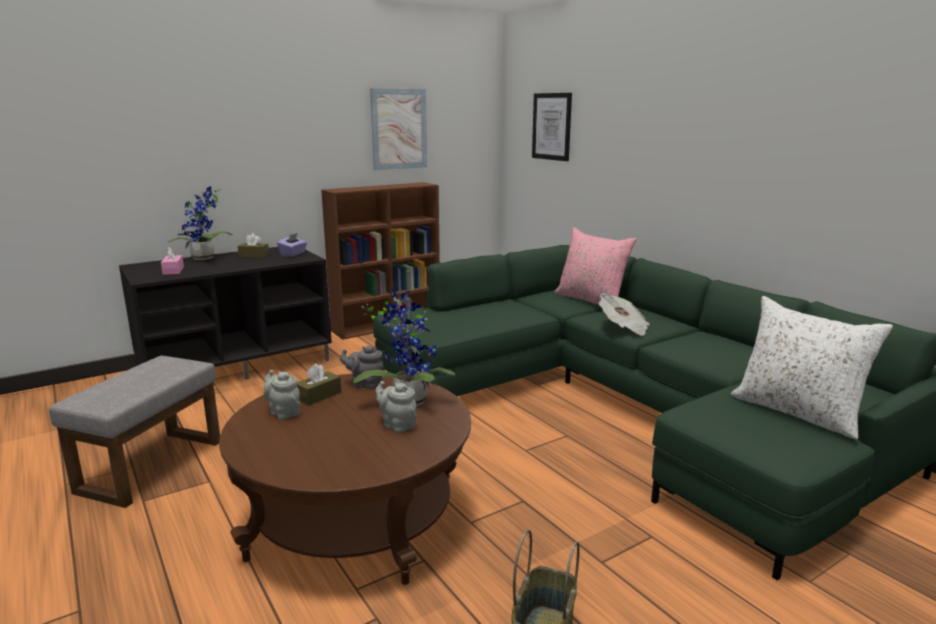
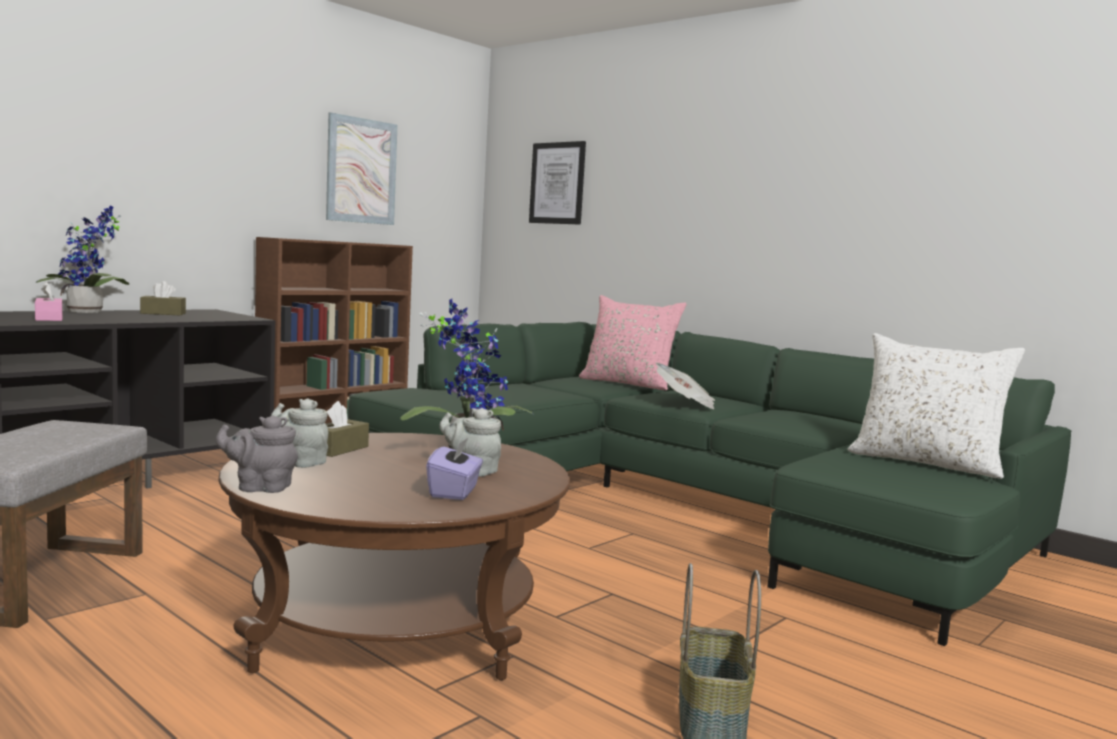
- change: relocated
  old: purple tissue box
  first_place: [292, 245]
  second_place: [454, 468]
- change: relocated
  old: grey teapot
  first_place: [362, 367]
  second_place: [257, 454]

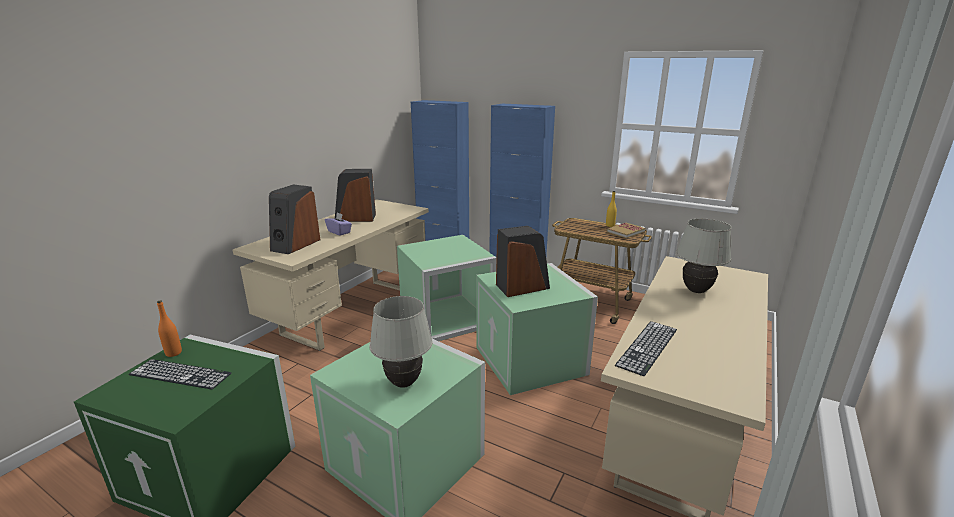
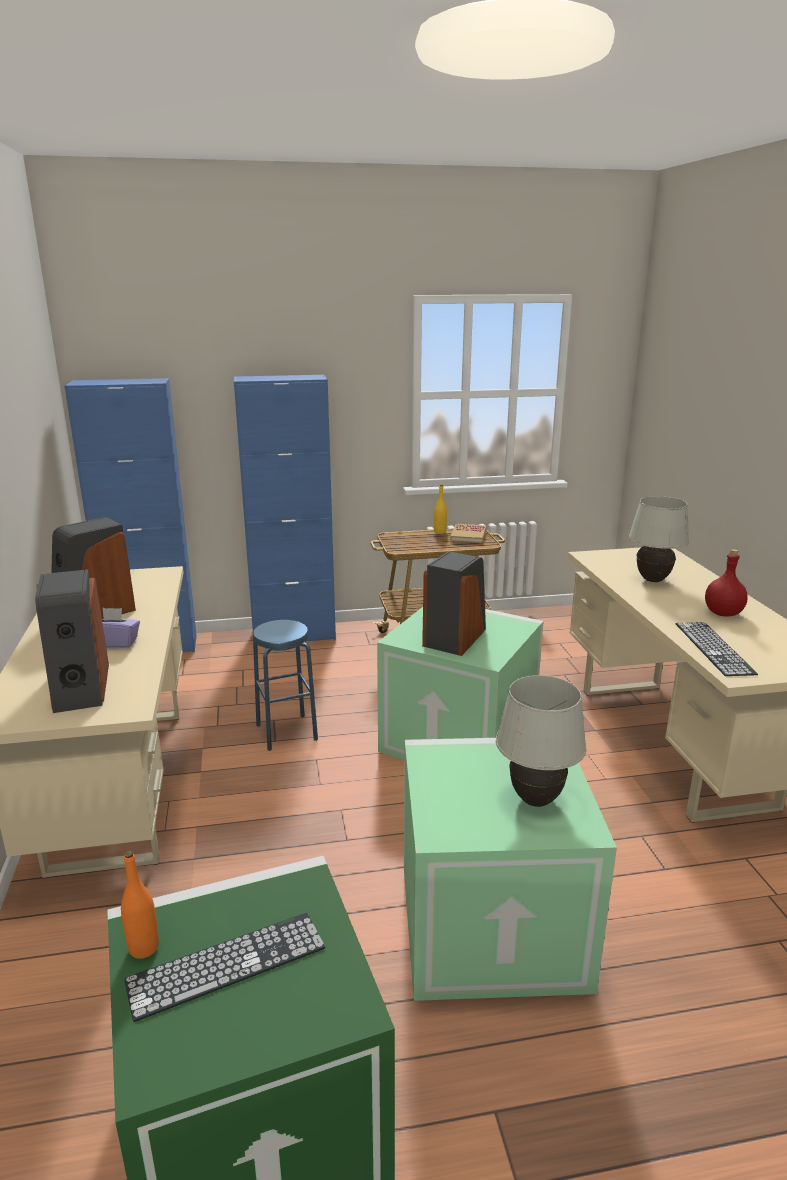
- change: appeared
  new: red bottle
  second_place: [726, 582]
- change: exchanged
  old: green storage box
  new: blue stool
  first_place: [447, 288]
  second_place: [285, 685]

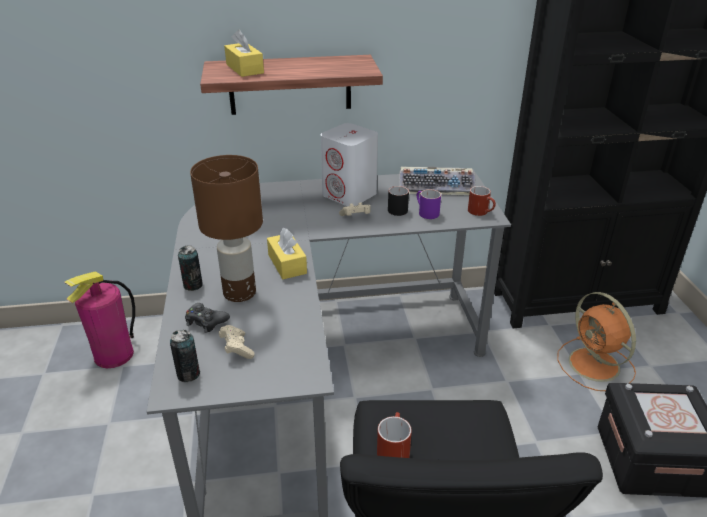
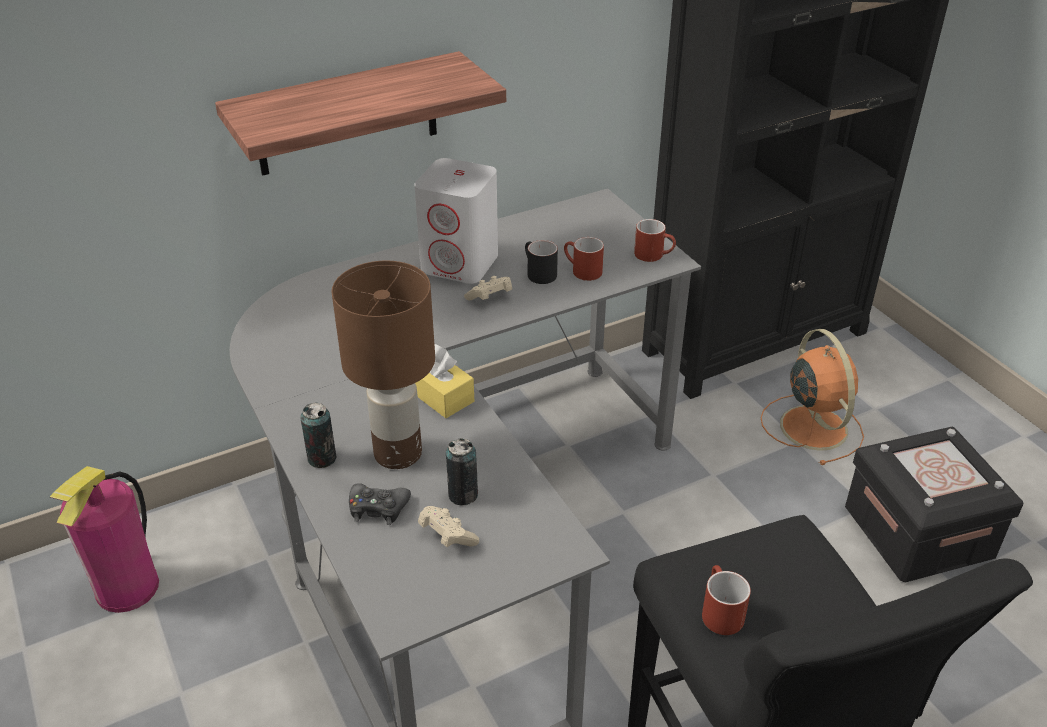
- change: missing
  old: yellow tissue box
  first_place: [244, 53]
- change: missing
  old: keyboard
  first_place: [437, 181]
- change: relocated
  old: can
  first_place: [185, 356]
  second_place: [462, 472]
- change: colour
  old: purple mug
  new: red mug
  first_place: [429, 204]
  second_place: [584, 259]
- change: spun
  old: orange fan
  first_place: [596, 341]
  second_place: [812, 397]
  degrees: -150

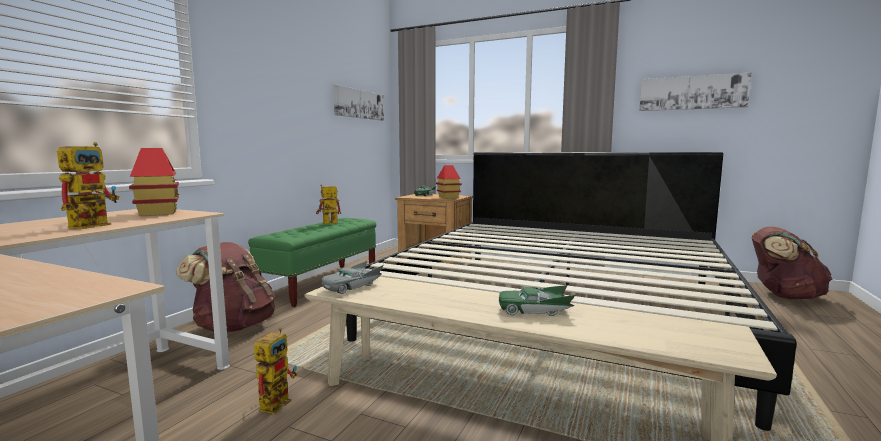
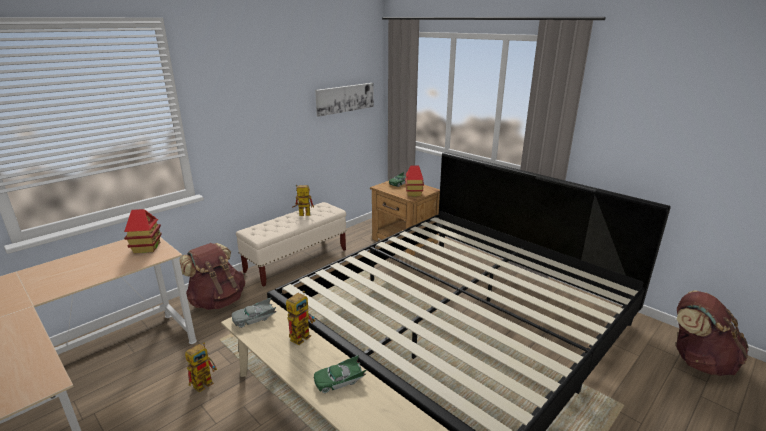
- change: missing
  old: picture
  first_place: [695, 91]
- change: relocated
  old: toy robot
  first_place: [88, 185]
  second_place: [300, 318]
- change: colour
  old: green bench
  new: beige bench
  first_place: [312, 262]
  second_place: [291, 244]
- change: spun
  old: green toy car
  first_place: [537, 300]
  second_place: [340, 374]
  degrees: -45

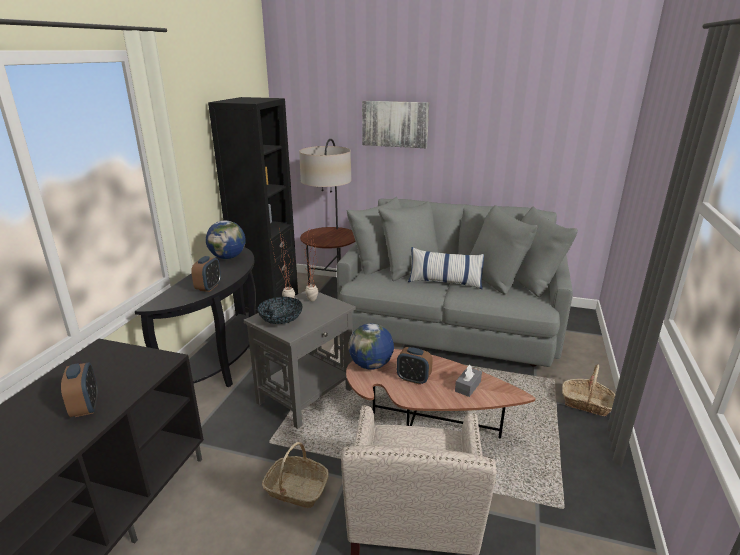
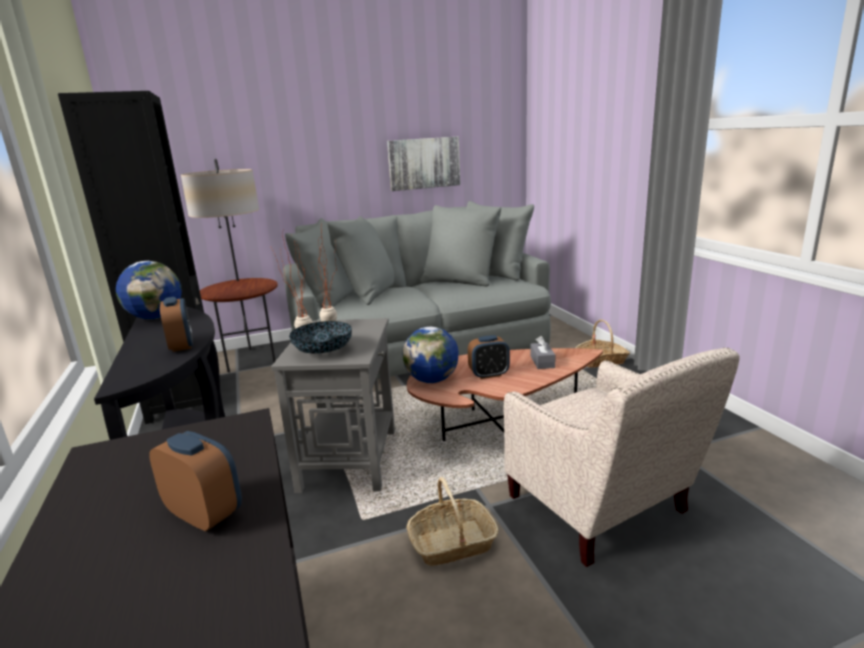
- change: missing
  old: pillow
  first_place: [446, 268]
- change: relocated
  old: picture
  first_place: [395, 124]
  second_place: [424, 164]

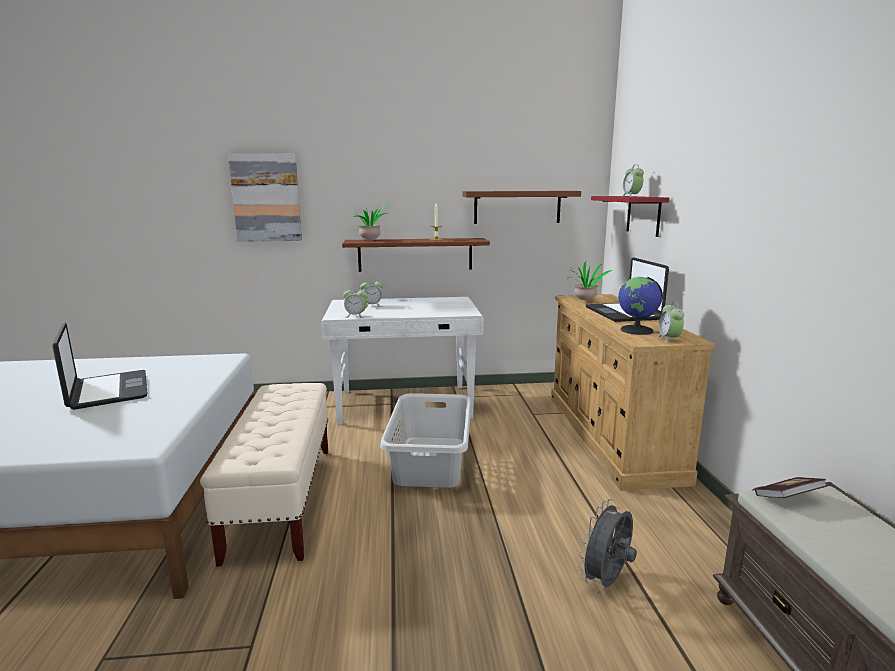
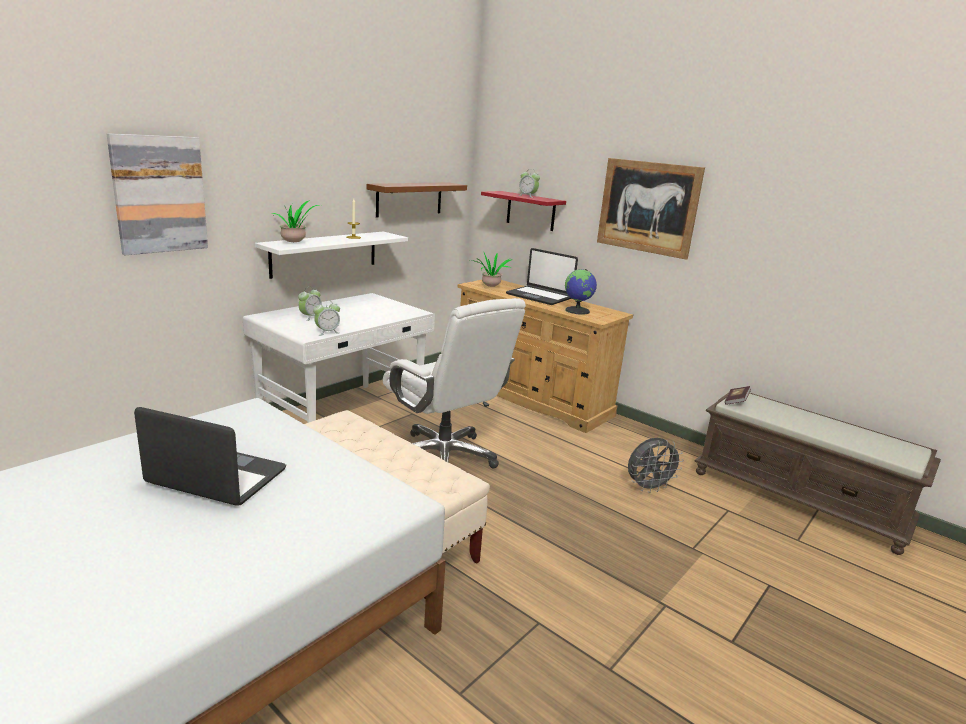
- change: missing
  old: alarm clock
  first_place: [670, 322]
- change: appeared
  new: picture
  second_place: [651, 209]
- change: exchanged
  old: grey laundry basket
  new: white office chair
  first_place: [425, 440]
  second_place: [454, 383]
- change: colour
  old: brown shelf
  new: white shelf
  first_place: [416, 255]
  second_place: [331, 255]
- change: spun
  old: grey fan
  first_place: [607, 543]
  second_place: [656, 465]
  degrees: -105

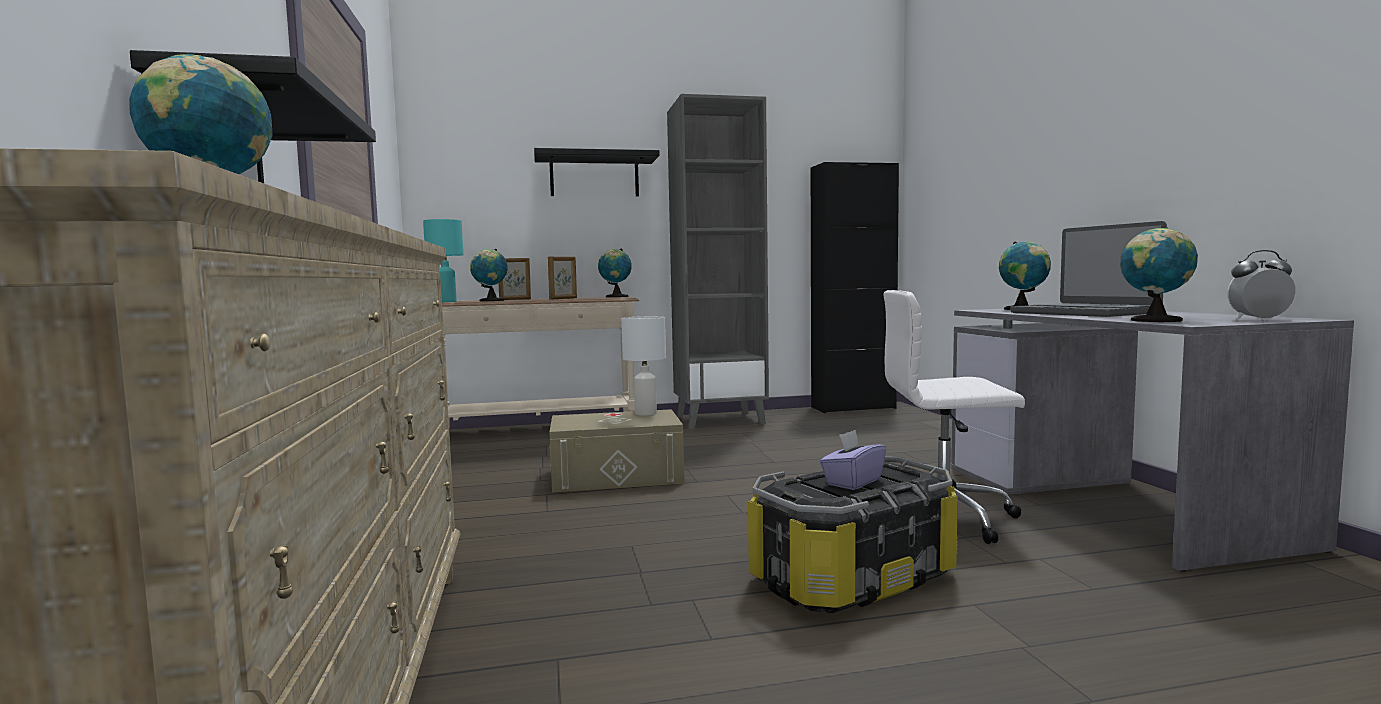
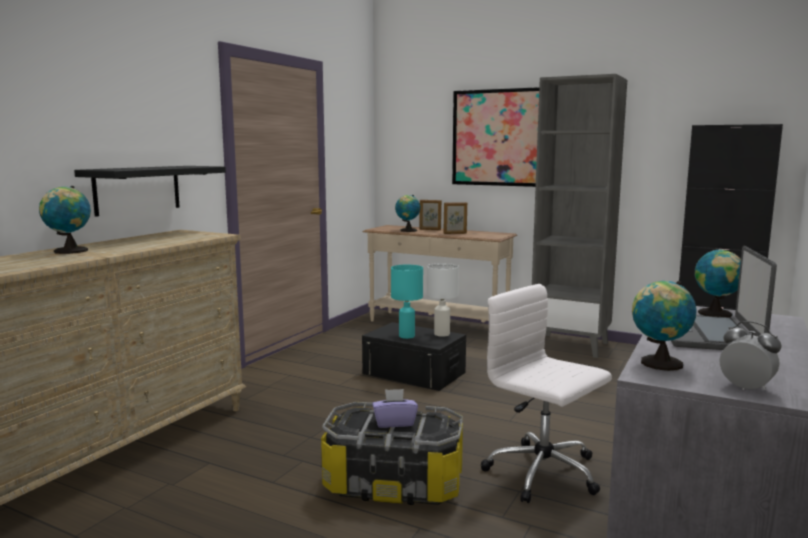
- change: missing
  old: globe
  first_place: [615, 272]
- change: relocated
  old: turquoise table lamp
  first_place: [443, 260]
  second_place: [407, 302]
- change: exchanged
  old: black shelf
  new: picture
  first_place: [597, 172]
  second_place: [495, 137]
- change: colour
  old: beige storage box
  new: black storage box
  first_place: [616, 450]
  second_place: [414, 356]

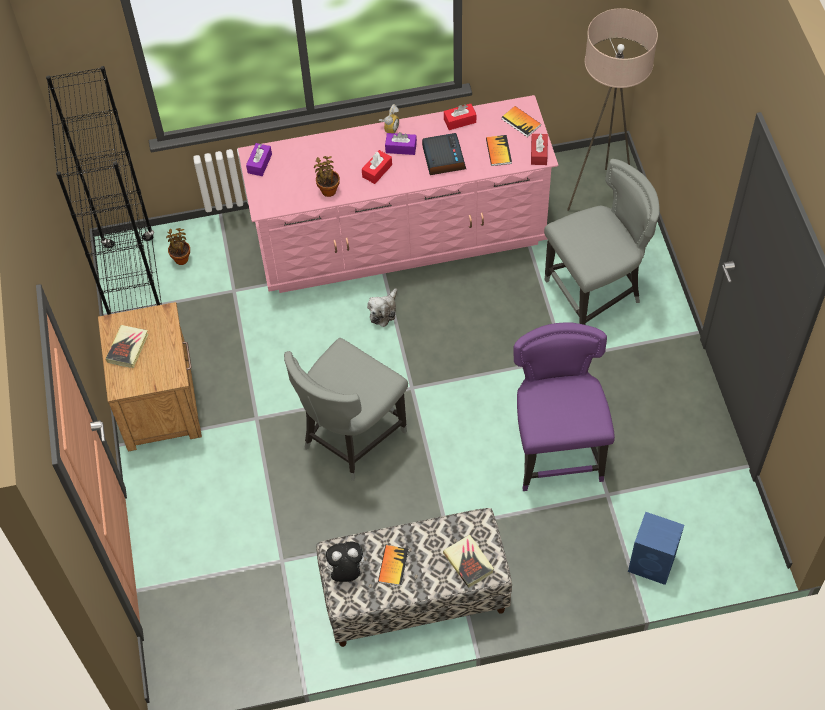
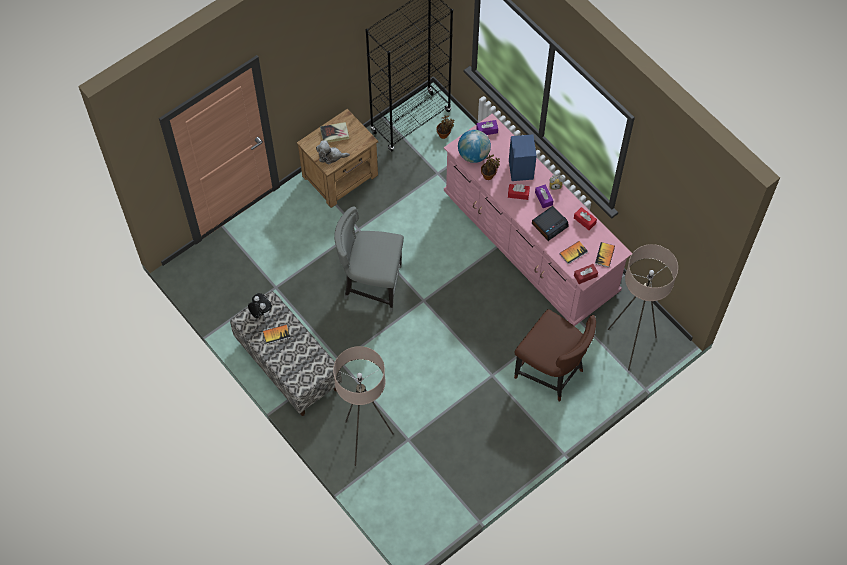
- change: missing
  old: book
  first_place: [468, 561]
- change: missing
  old: purple chair
  first_place: [564, 406]
- change: appeared
  new: beige floor lamp
  second_place: [363, 406]
- change: appeared
  new: globe
  second_place: [474, 146]
- change: relocated
  old: plush toy
  first_place: [382, 307]
  second_place: [333, 152]
- change: relocated
  old: blue speaker
  first_place: [656, 548]
  second_place: [523, 157]
- change: colour
  old: grey chair
  new: brown chair
  first_place: [602, 242]
  second_place: [555, 355]

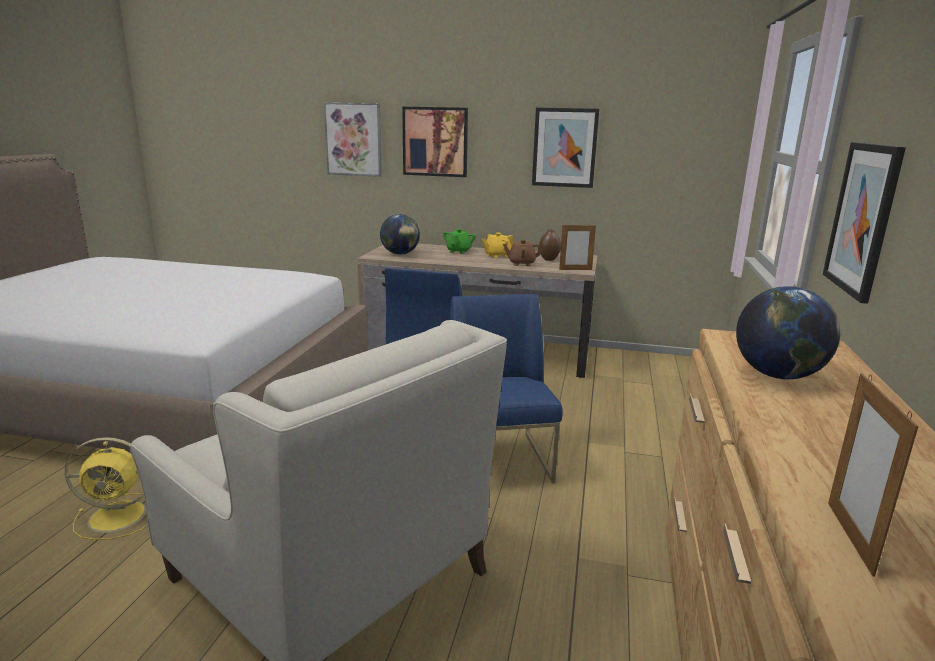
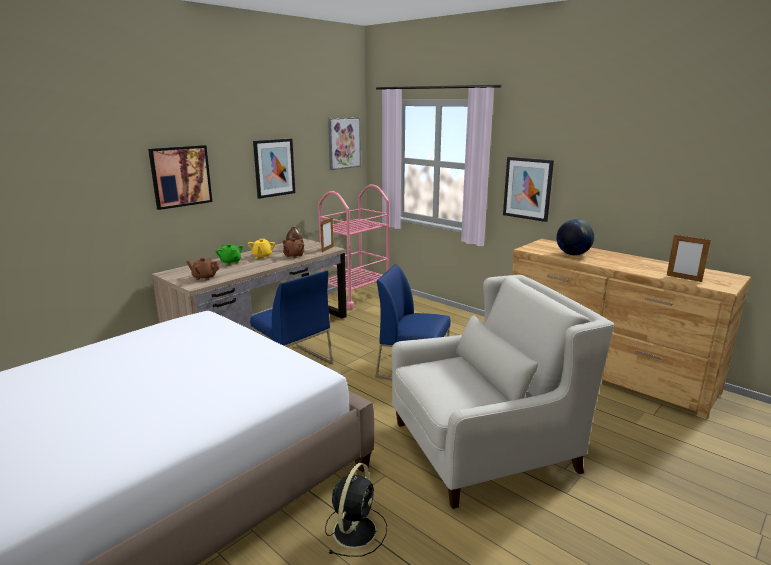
- change: appeared
  new: pink cart
  second_place: [353, 246]
- change: relocated
  old: picture
  first_place: [353, 140]
  second_place: [344, 144]
- change: exchanged
  old: globe
  new: brown teapot
  first_place: [400, 234]
  second_place: [203, 269]
- change: colour
  old: yellow fan
  new: black fan
  first_place: [106, 488]
  second_place: [356, 510]

